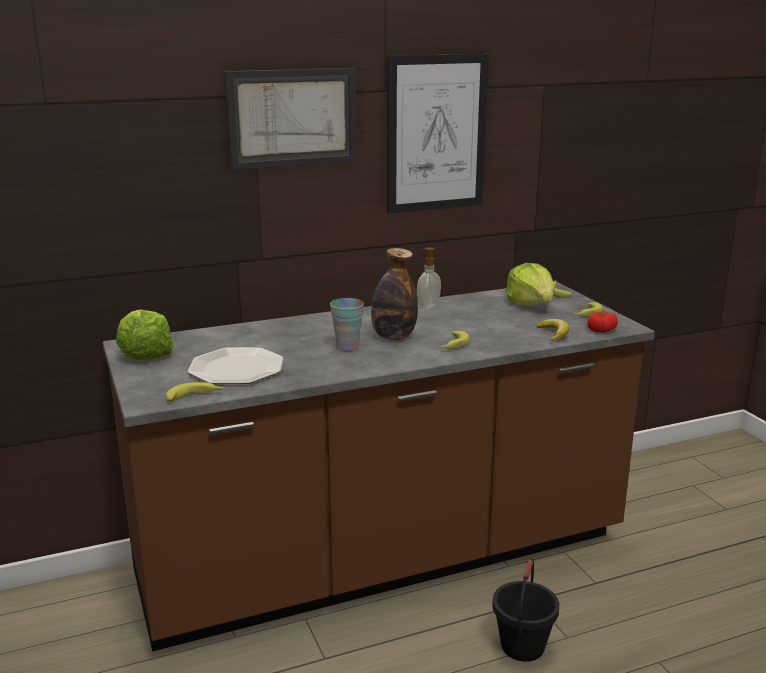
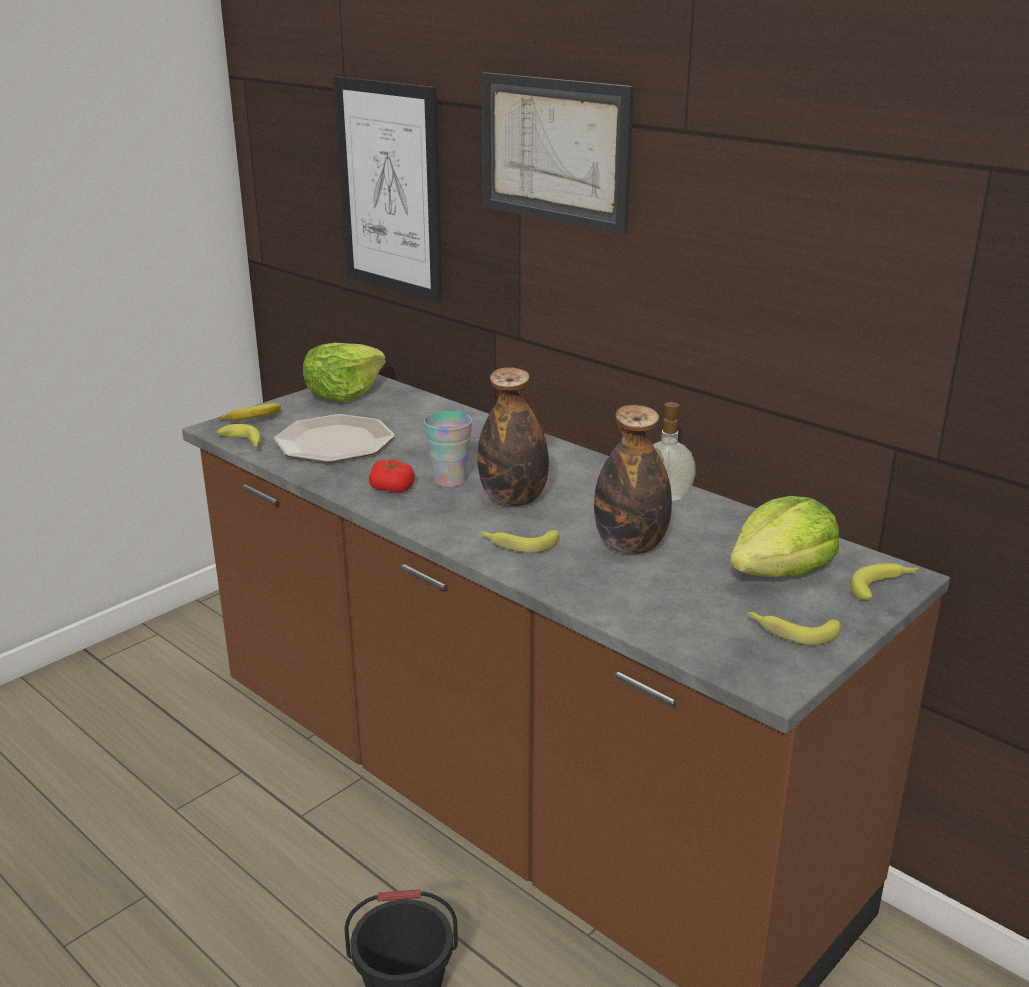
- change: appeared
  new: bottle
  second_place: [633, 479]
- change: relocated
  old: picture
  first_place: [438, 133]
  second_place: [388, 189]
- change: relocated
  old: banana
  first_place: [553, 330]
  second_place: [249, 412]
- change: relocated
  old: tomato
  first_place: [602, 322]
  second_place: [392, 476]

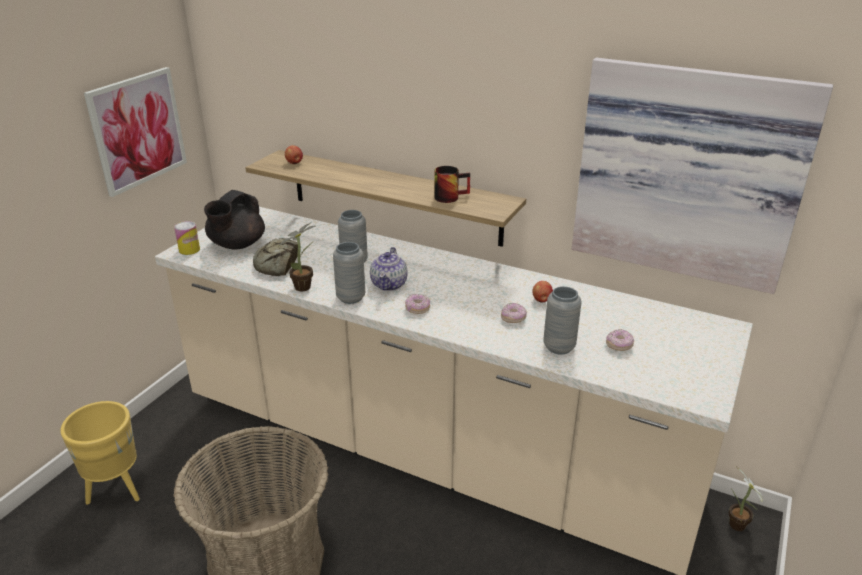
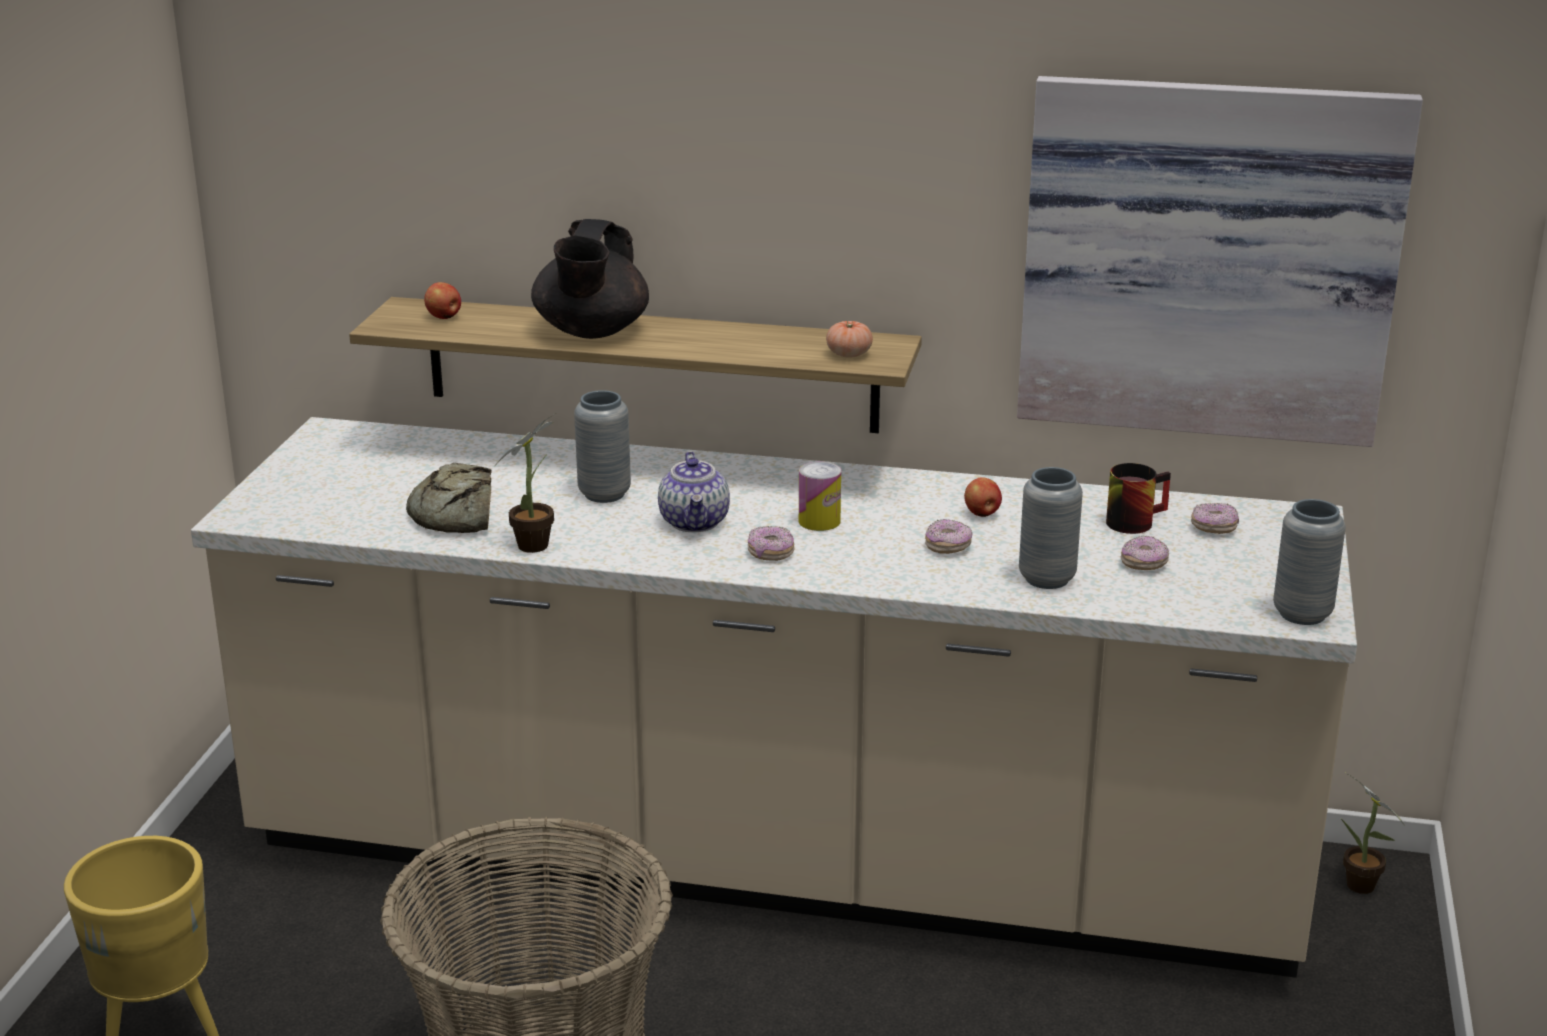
- change: missing
  old: picture
  first_place: [135, 132]
- change: appeared
  new: tomato
  second_place: [849, 339]
- change: appeared
  new: donut
  second_place: [1215, 518]
- change: relocated
  old: can
  first_place: [187, 238]
  second_place: [820, 496]
- change: relocated
  old: black teapot
  first_place: [234, 220]
  second_place: [590, 279]
- change: relocated
  old: grey vase
  first_place: [349, 273]
  second_place: [1309, 562]
- change: relocated
  old: mug
  first_place: [452, 184]
  second_place: [1138, 498]

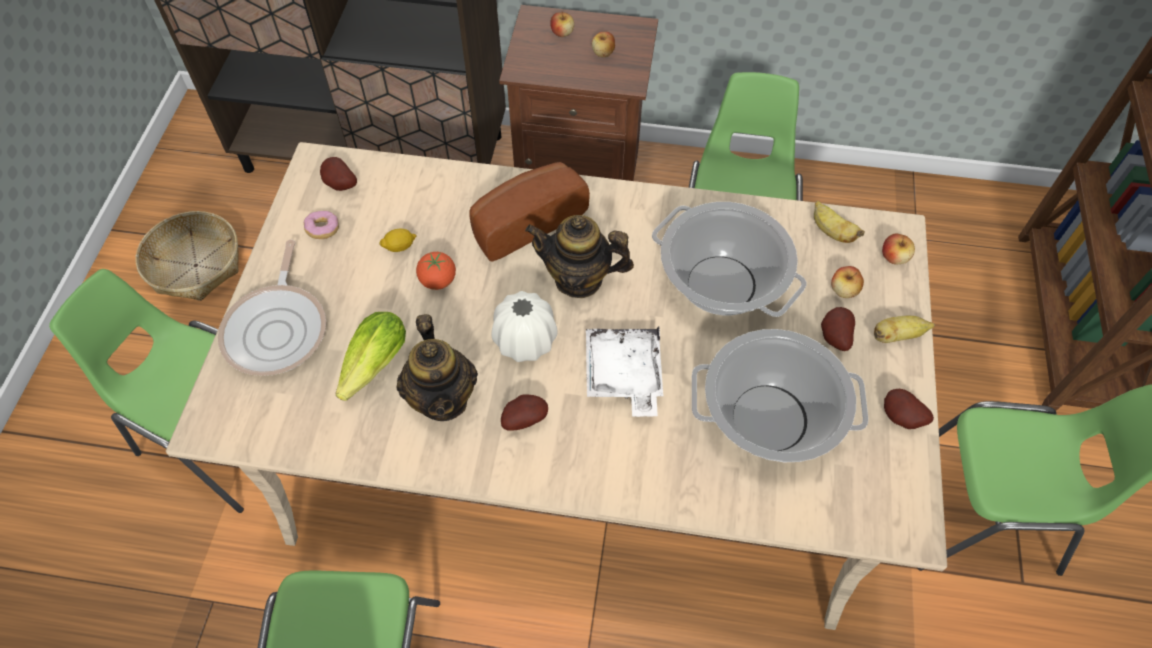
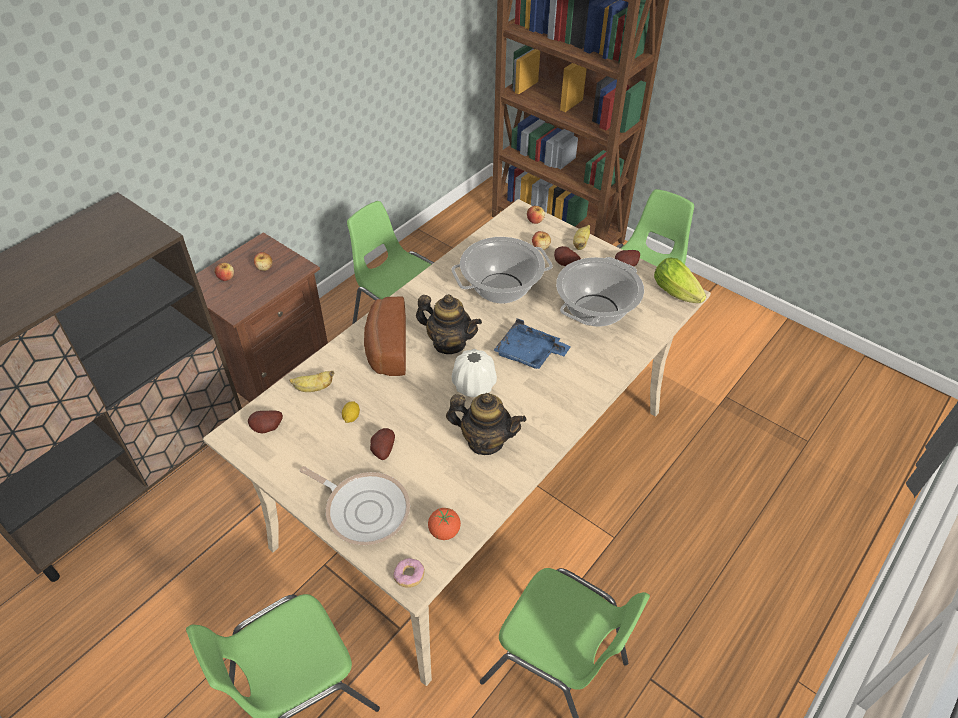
- change: missing
  old: basket
  first_place: [187, 256]
- change: relocated
  old: donut
  first_place: [321, 225]
  second_place: [409, 573]
- change: relocated
  old: lettuce
  first_place: [371, 356]
  second_place: [680, 280]
- change: relocated
  old: tomato
  first_place: [436, 271]
  second_place: [444, 524]
- change: relocated
  old: potato
  first_place: [524, 412]
  second_place: [382, 444]
- change: relocated
  old: banana
  first_place: [839, 222]
  second_place: [312, 381]
- change: colour
  old: white tray
  new: blue tray
  first_place: [624, 371]
  second_place: [532, 344]
- change: spun
  old: teapot
  first_place: [579, 256]
  second_place: [449, 324]
  degrees: -105

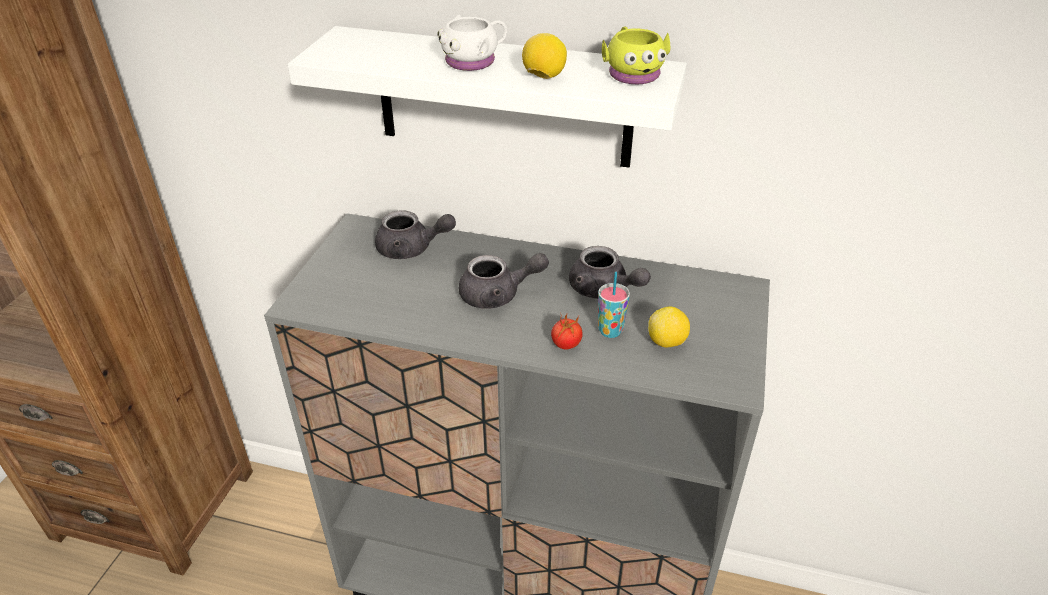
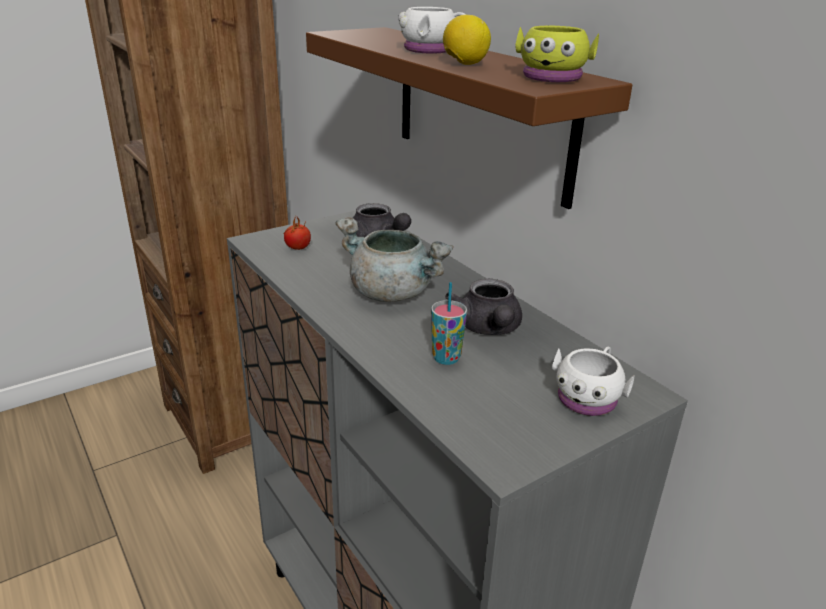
- change: missing
  old: lemon
  first_place: [669, 327]
- change: appeared
  new: white mug
  second_place: [593, 381]
- change: relocated
  old: tomato
  first_place: [567, 331]
  second_place: [297, 233]
- change: exchanged
  old: grey teapot
  new: grey cooking pot
  first_place: [504, 281]
  second_place: [395, 259]
- change: colour
  old: white shelf
  new: brown shelf
  first_place: [487, 97]
  second_place: [469, 118]

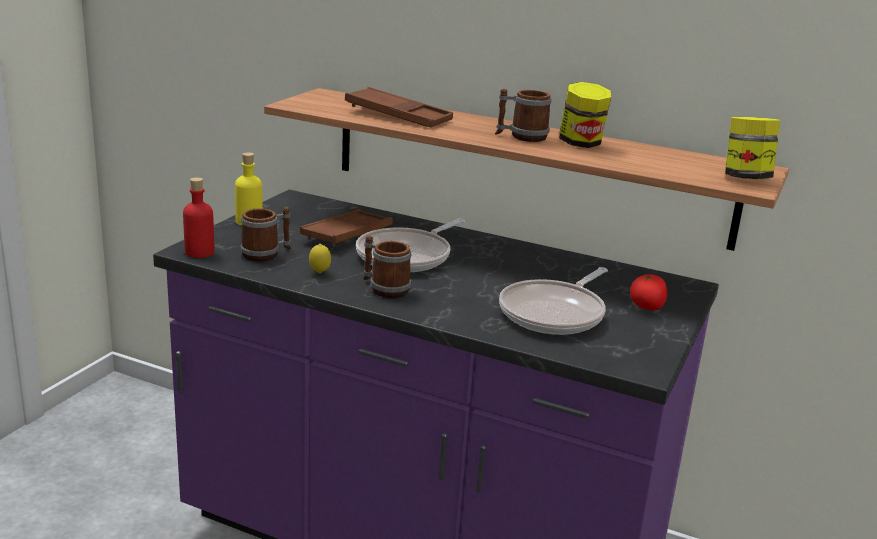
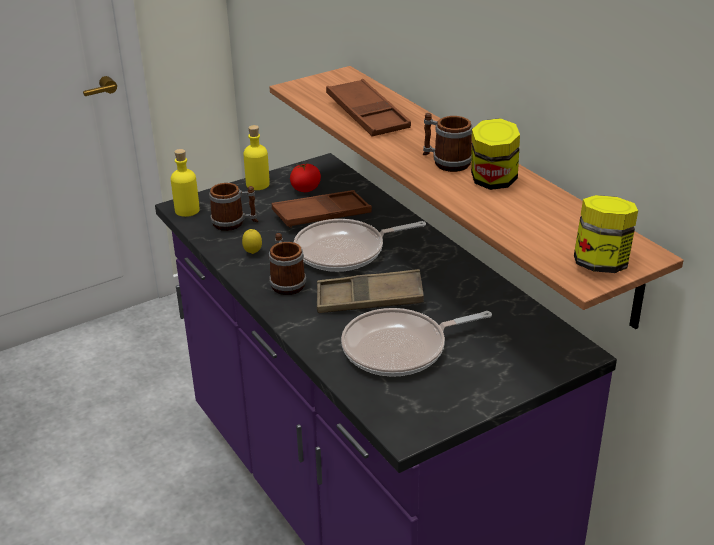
- change: appeared
  new: brown tray
  second_place: [370, 291]
- change: relocated
  old: tomato
  first_place: [648, 292]
  second_place: [305, 177]
- change: colour
  old: red bottle
  new: yellow bottle
  first_place: [198, 217]
  second_place: [185, 183]

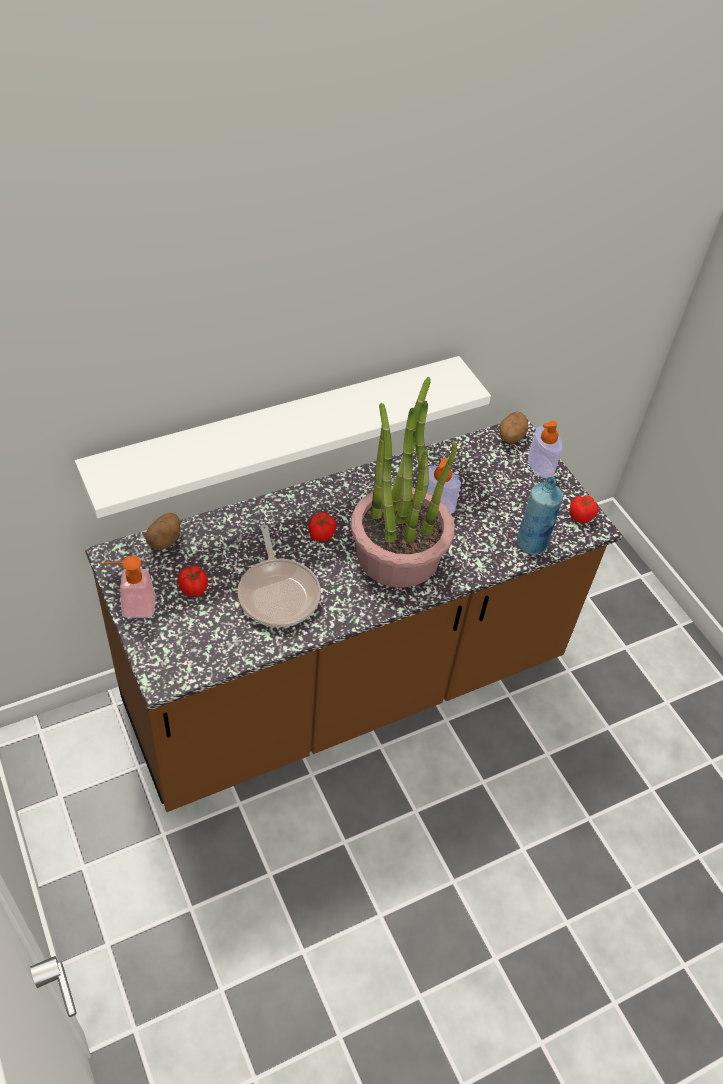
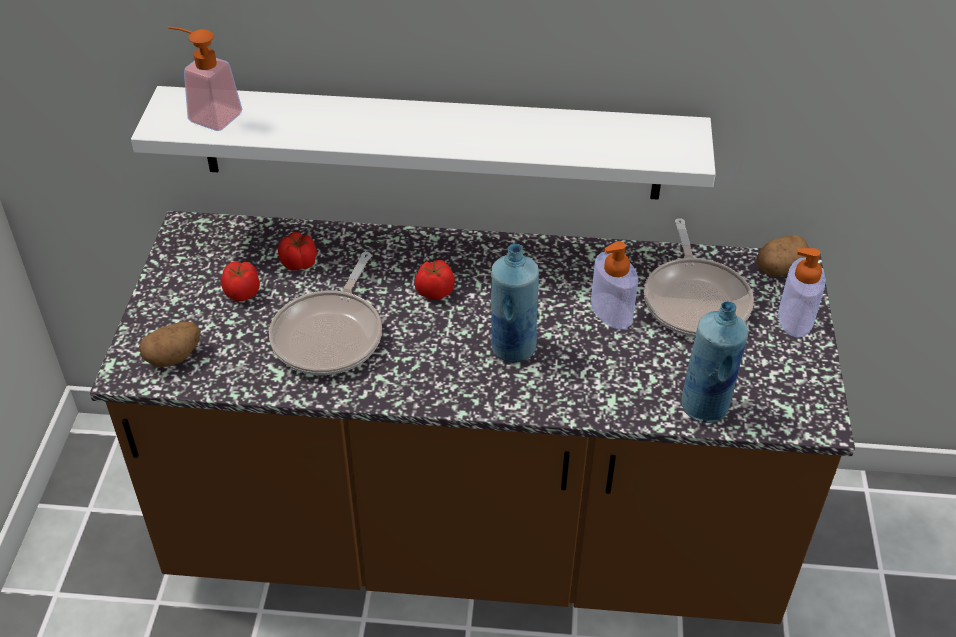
- change: appeared
  new: frying pan
  second_place: [699, 277]
- change: relocated
  old: soap dispenser
  first_place: [128, 587]
  second_place: [204, 78]
- change: relocated
  old: potato
  first_place: [162, 530]
  second_place: [170, 344]
- change: relocated
  old: tomato
  first_place: [584, 509]
  second_place: [297, 251]
- change: exchanged
  old: potted plant
  new: blue bottle
  first_place: [404, 482]
  second_place: [515, 303]

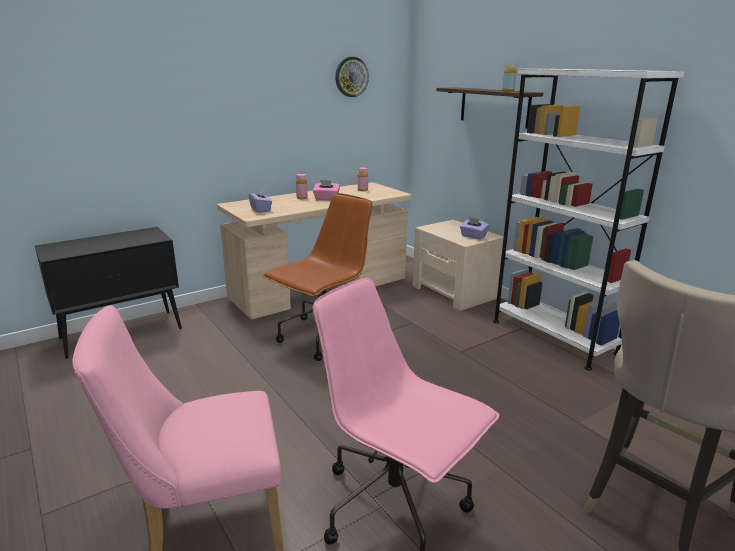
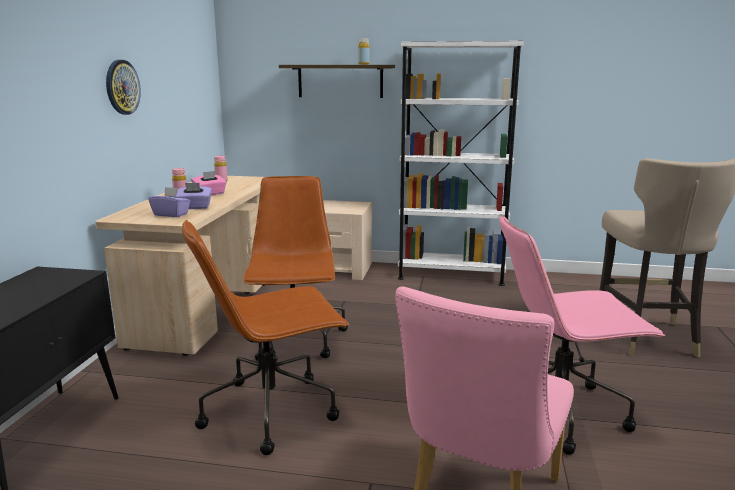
- change: appeared
  new: brown office chair
  second_place: [266, 337]
- change: relocated
  old: wall clock
  first_place: [352, 77]
  second_place: [123, 87]
- change: relocated
  old: purple tissue box
  first_place: [474, 228]
  second_place: [194, 196]

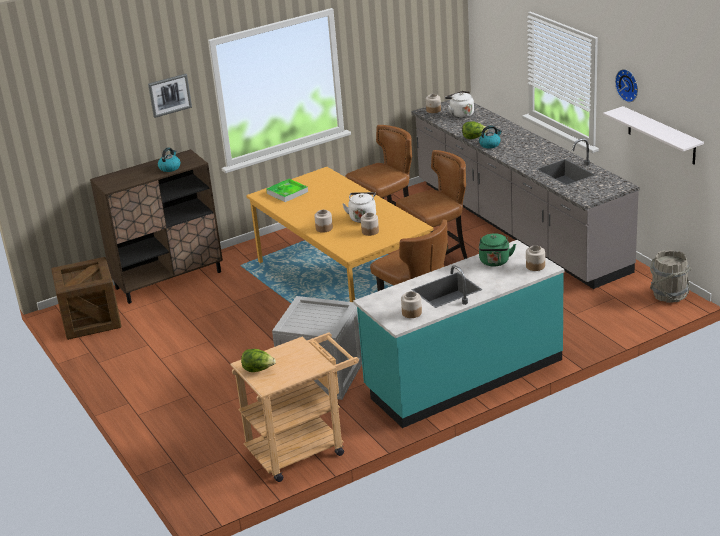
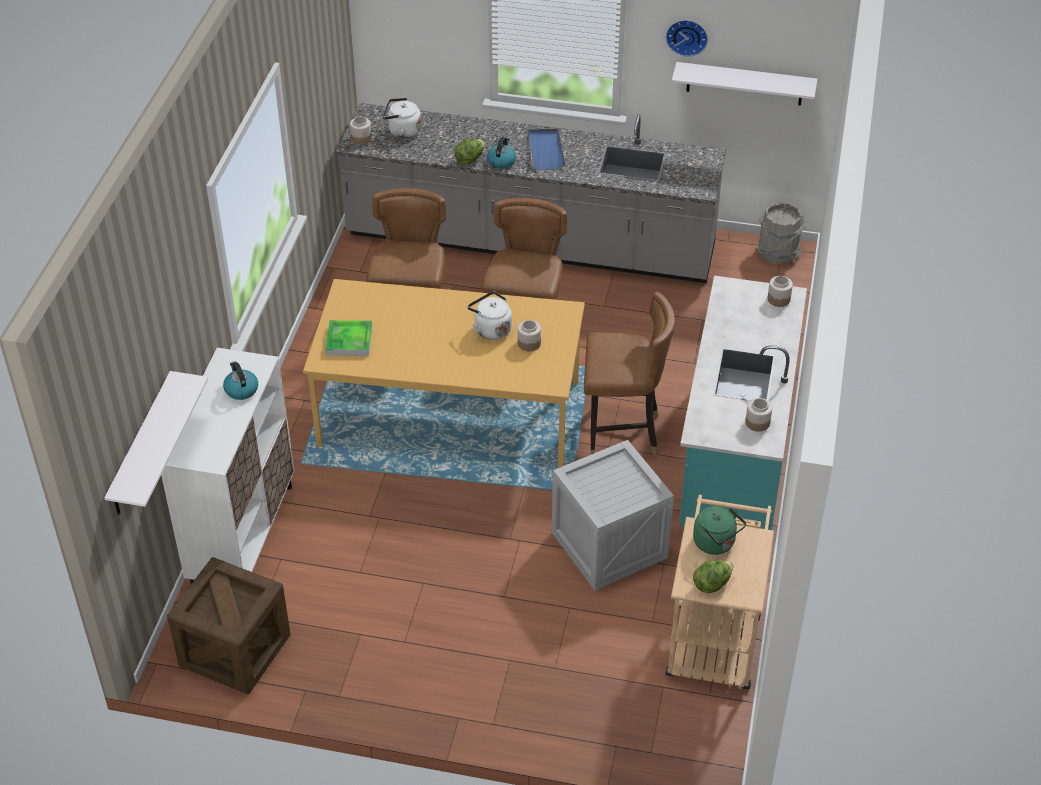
- change: missing
  old: picture
  first_place: [170, 96]
- change: missing
  old: jar
  first_place: [323, 221]
- change: appeared
  new: white shelf
  second_place: [156, 443]
- change: appeared
  new: blue tray
  second_place: [547, 149]
- change: relocated
  old: green kettle
  first_place: [497, 249]
  second_place: [719, 530]
- change: colour
  old: brown cabinet
  new: white cabinet
  first_place: [156, 226]
  second_place: [227, 466]

